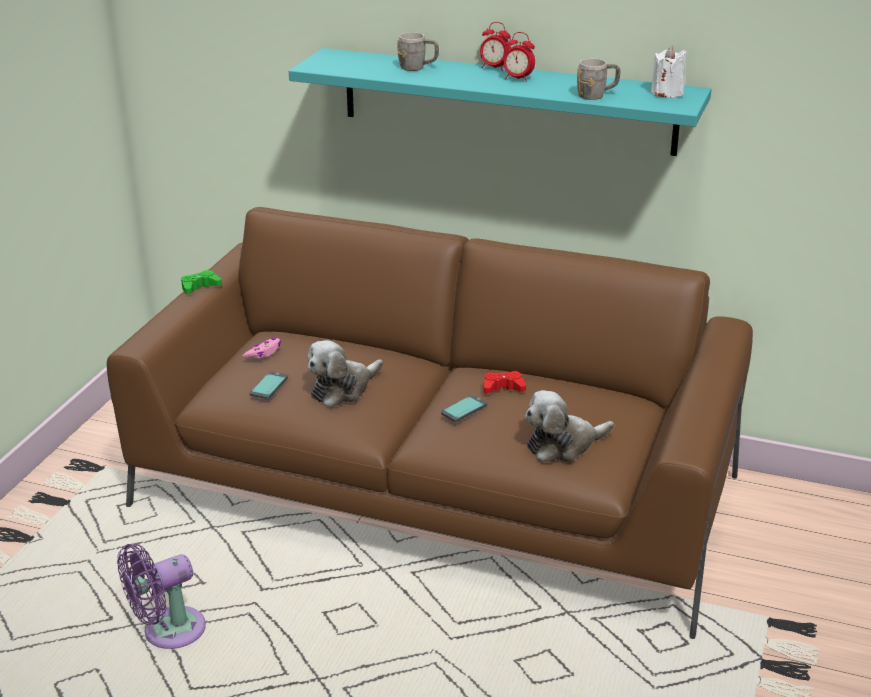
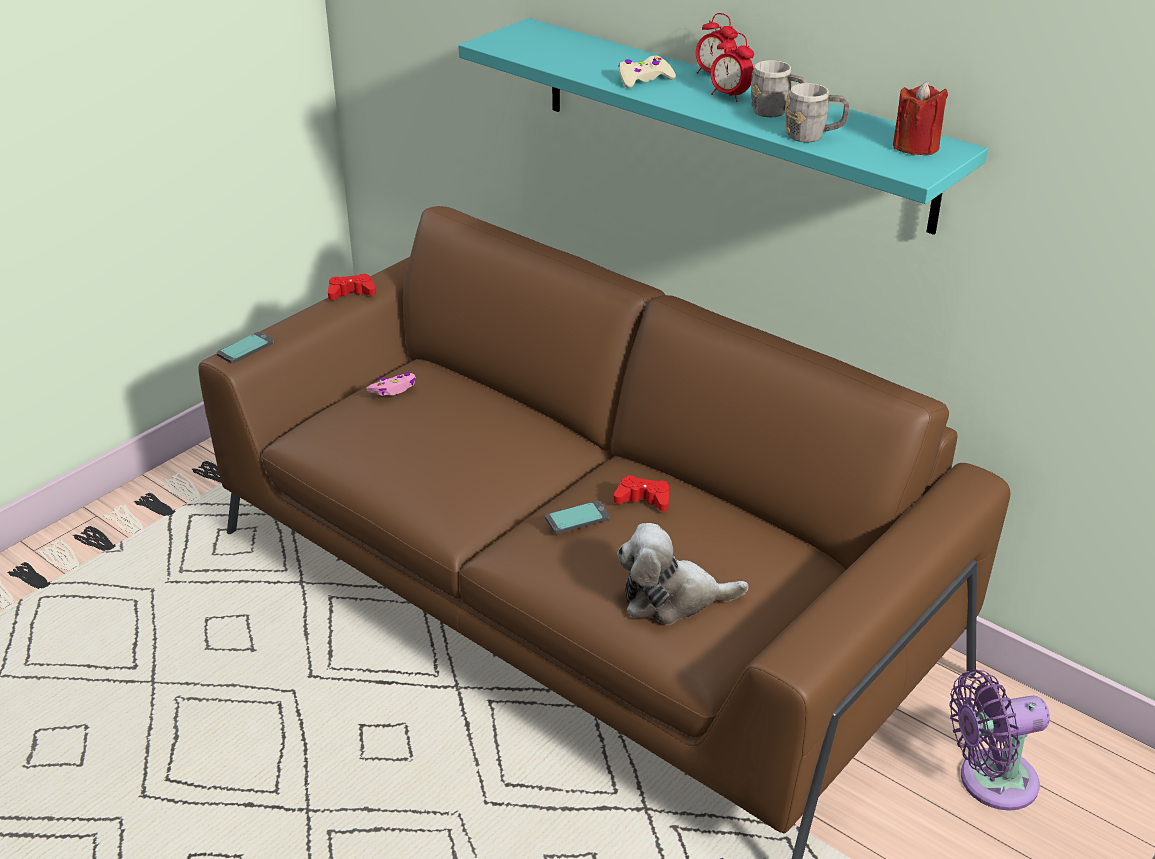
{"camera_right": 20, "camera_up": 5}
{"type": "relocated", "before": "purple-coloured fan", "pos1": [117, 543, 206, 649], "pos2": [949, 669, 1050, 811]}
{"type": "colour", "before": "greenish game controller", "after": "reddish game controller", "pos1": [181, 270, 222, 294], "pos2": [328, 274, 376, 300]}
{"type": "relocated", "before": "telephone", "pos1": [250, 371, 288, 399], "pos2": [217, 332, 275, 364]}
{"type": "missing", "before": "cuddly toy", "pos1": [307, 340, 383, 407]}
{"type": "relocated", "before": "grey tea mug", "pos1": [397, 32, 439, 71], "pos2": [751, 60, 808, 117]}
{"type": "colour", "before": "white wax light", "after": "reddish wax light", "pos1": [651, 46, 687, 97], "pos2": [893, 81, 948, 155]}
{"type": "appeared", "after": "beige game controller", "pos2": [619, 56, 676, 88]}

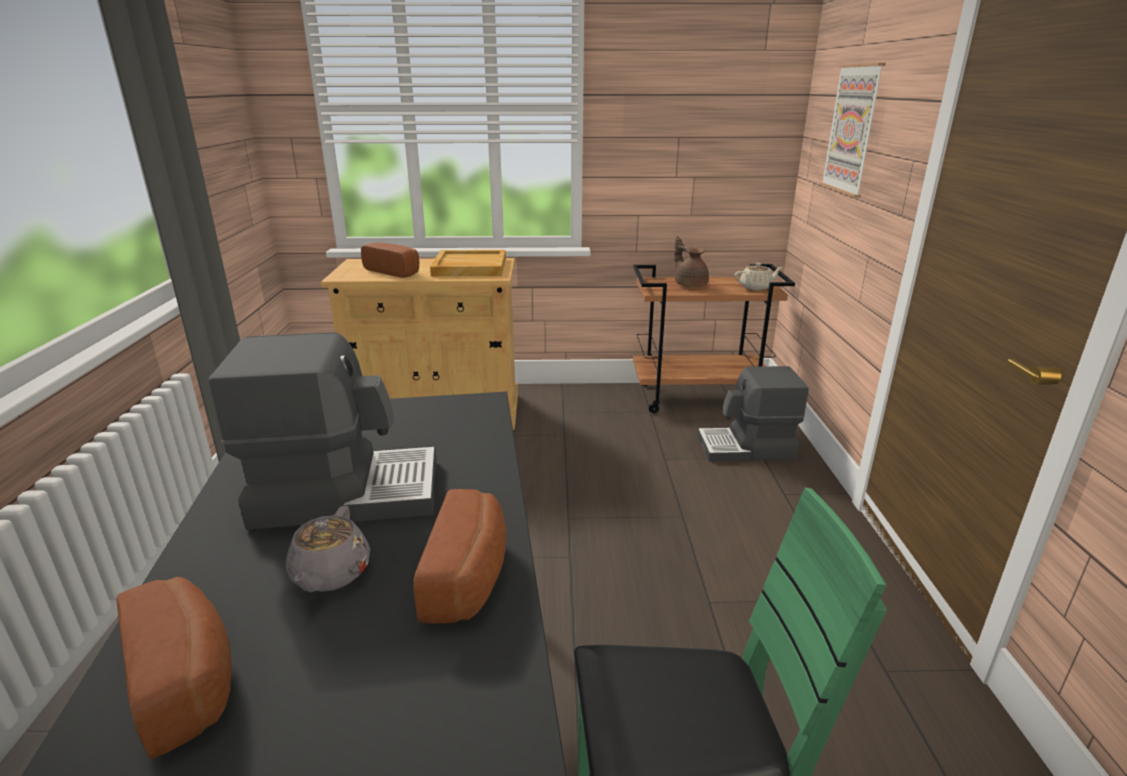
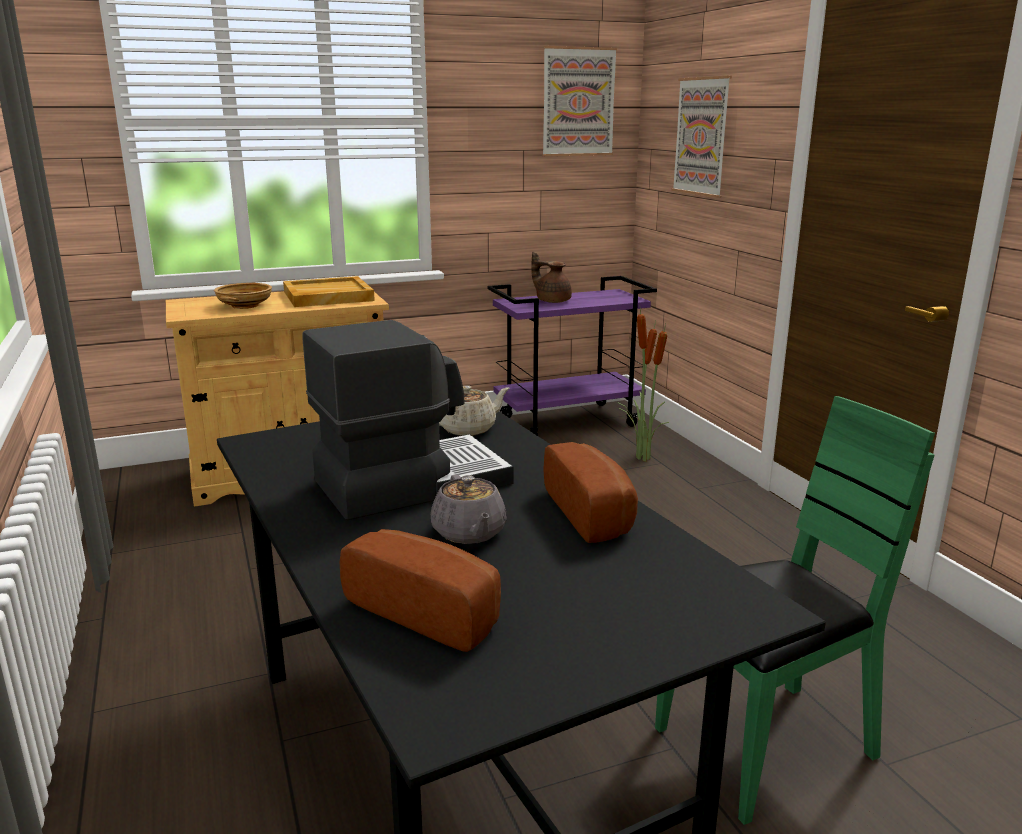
{"camera_right": -20, "camera_up": -5}
{"type": "exchanged", "before": "bakery bread", "after": "beige deep dish", "pos1": [361, 243, 419, 278], "pos2": [214, 283, 272, 309]}
{"type": "colour", "before": "brownish trolley", "after": "purple-coloured trolley", "pos1": [633, 264, 795, 413], "pos2": [488, 276, 657, 436]}
{"type": "exchanged", "before": "coffee brewer", "after": "plant in a pot", "pos1": [697, 366, 809, 461], "pos2": [616, 309, 669, 462]}
{"type": "relocated", "before": "beige pot for tea", "pos1": [735, 263, 783, 290], "pos2": [439, 385, 509, 436]}
{"type": "appeared", "after": "picture", "pos2": [542, 46, 617, 156]}

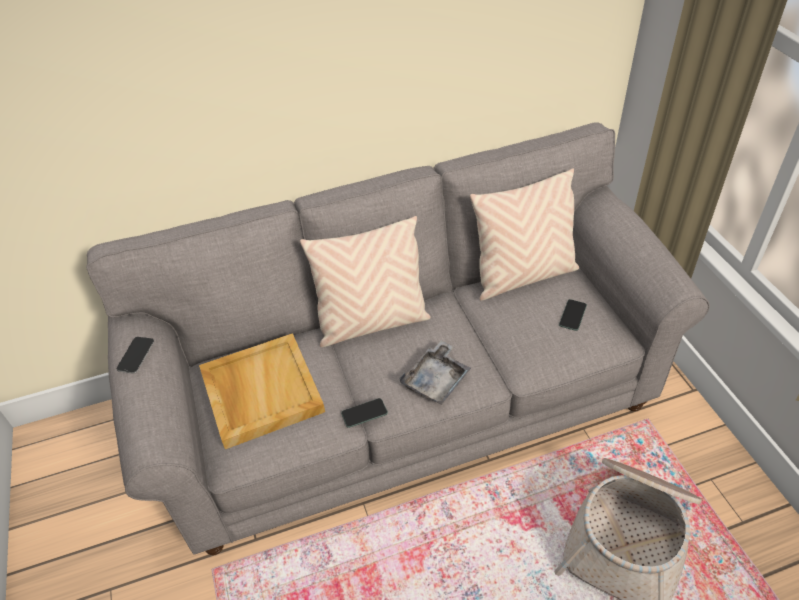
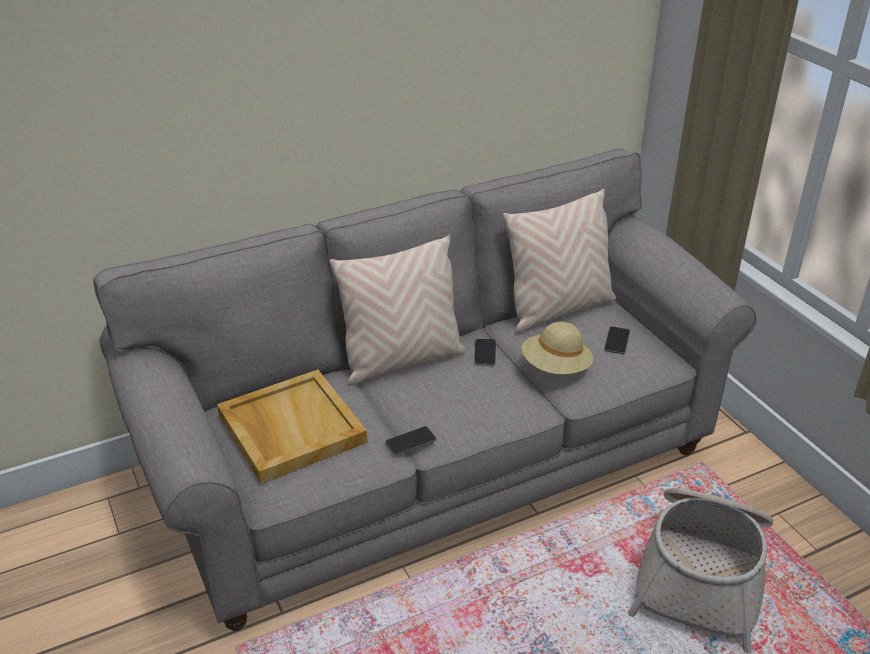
{"camera_right": -10, "camera_up": -10}
{"type": "relocated", "before": "telephone", "pos1": [117, 337, 154, 374], "pos2": [474, 339, 496, 366]}
{"type": "missing", "before": "grey carrying tray", "pos1": [399, 340, 471, 405]}
{"type": "appeared", "after": "beige hat", "pos2": [522, 322, 593, 374]}

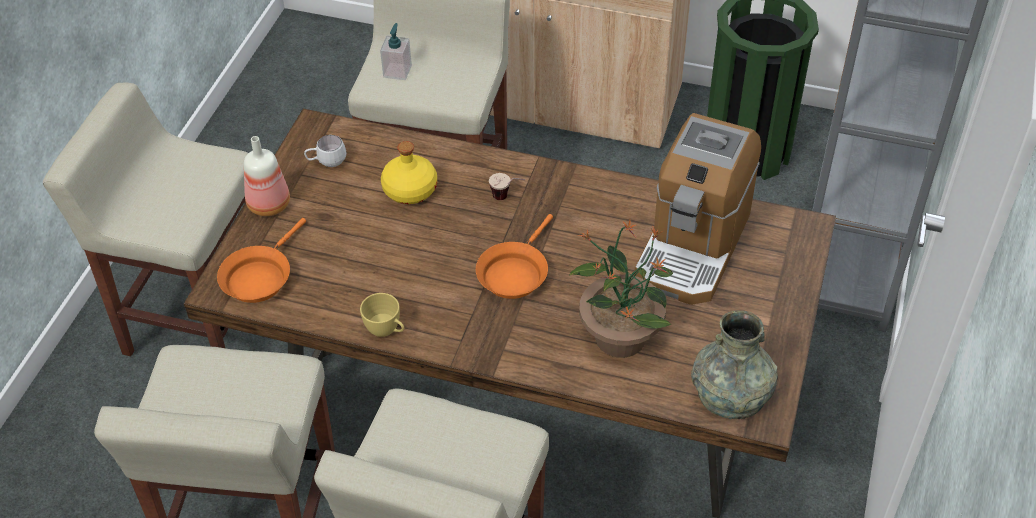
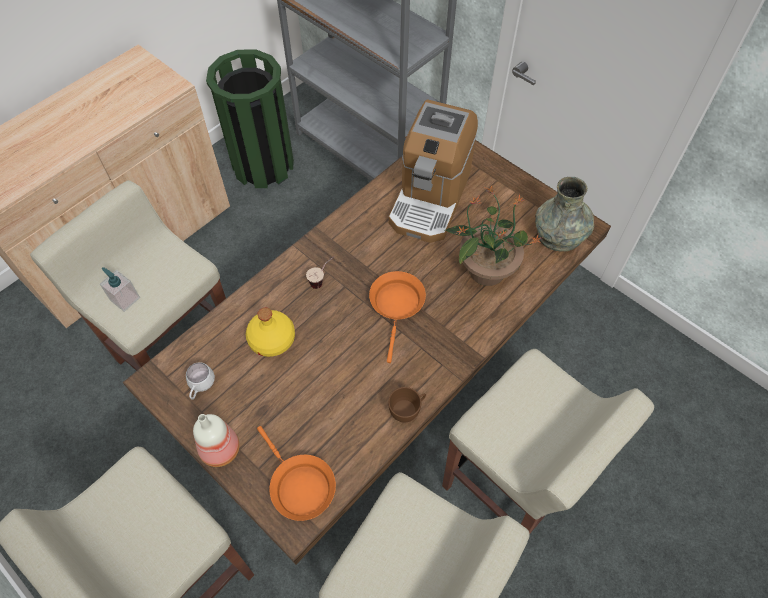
{"camera_right": -65, "camera_up": 10}
{"type": "colour", "before": "yellow drinking cup", "after": "brownish drinking cup", "pos1": [360, 293, 404, 337], "pos2": [388, 387, 426, 423]}
{"type": "spun", "before": "orangey pan", "pos1": [476, 214, 553, 299], "pos2": [369, 271, 426, 363], "turn": -135}
{"type": "spun", "before": "coffee brewer", "pos1": [634, 113, 761, 305], "pos2": [389, 100, 478, 243], "turn": 60}

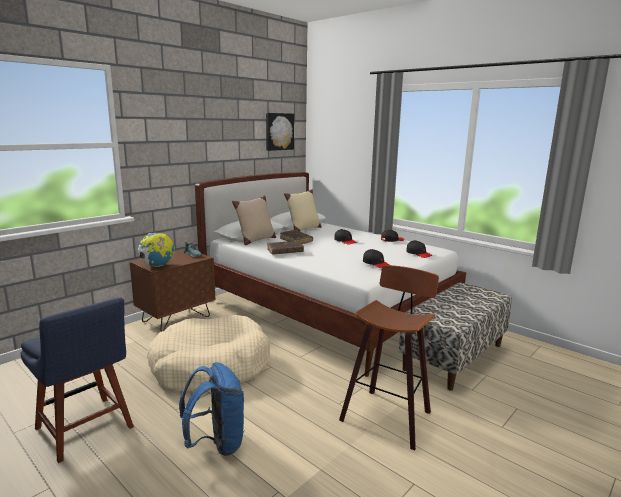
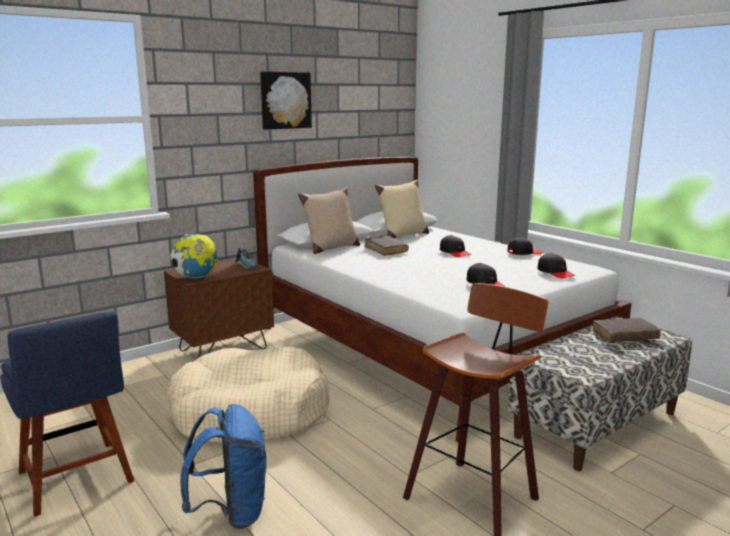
{"camera_right": 10, "camera_up": 0}
{"type": "relocated", "before": "picture", "pos1": [266, 113, 294, 151], "pos2": [260, 72, 312, 130]}
{"type": "relocated", "before": "brownish bound book", "pos1": [267, 241, 304, 255], "pos2": [593, 318, 661, 342]}

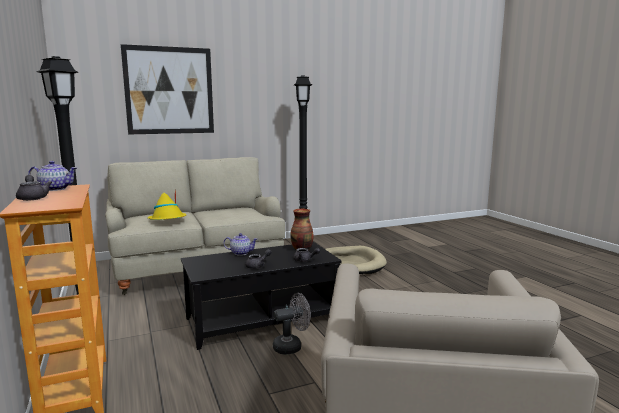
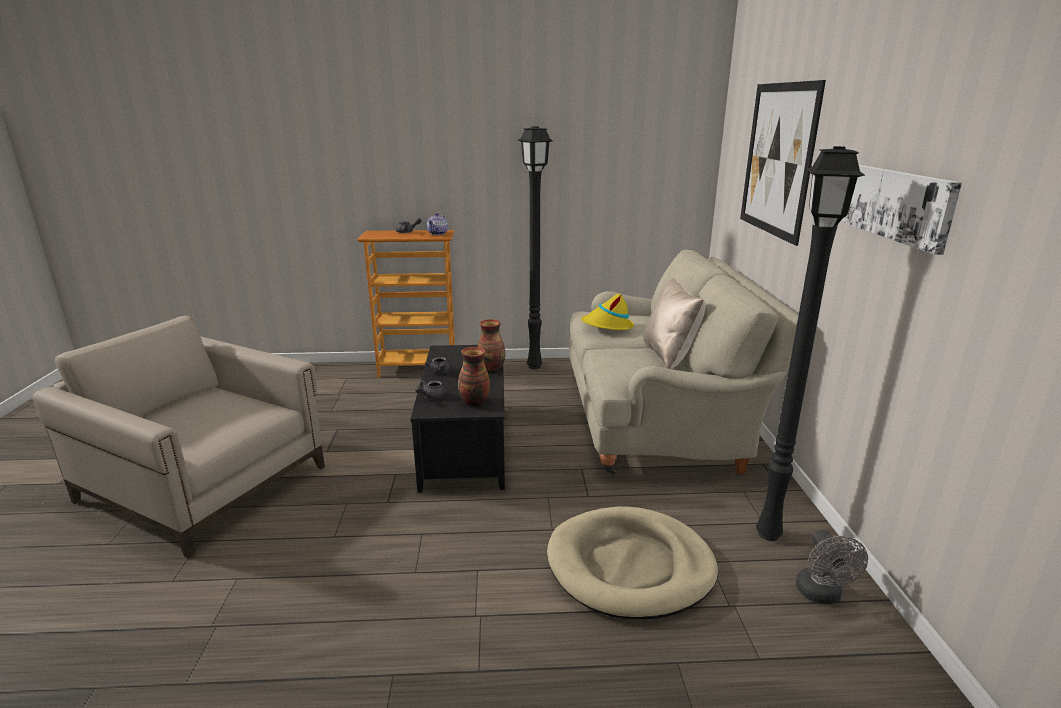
{"camera_right": 110, "camera_up": 10}
{"type": "exchanged", "before": "pot for tea", "after": "decorative vase", "pos1": [224, 233, 258, 256], "pos2": [478, 319, 505, 372]}
{"type": "relocated", "before": "grey fan", "pos1": [273, 293, 311, 355], "pos2": [796, 530, 868, 604]}
{"type": "appeared", "after": "beige pillow", "pos2": [643, 278, 705, 369]}
{"type": "appeared", "after": "picture", "pos2": [840, 165, 962, 255]}

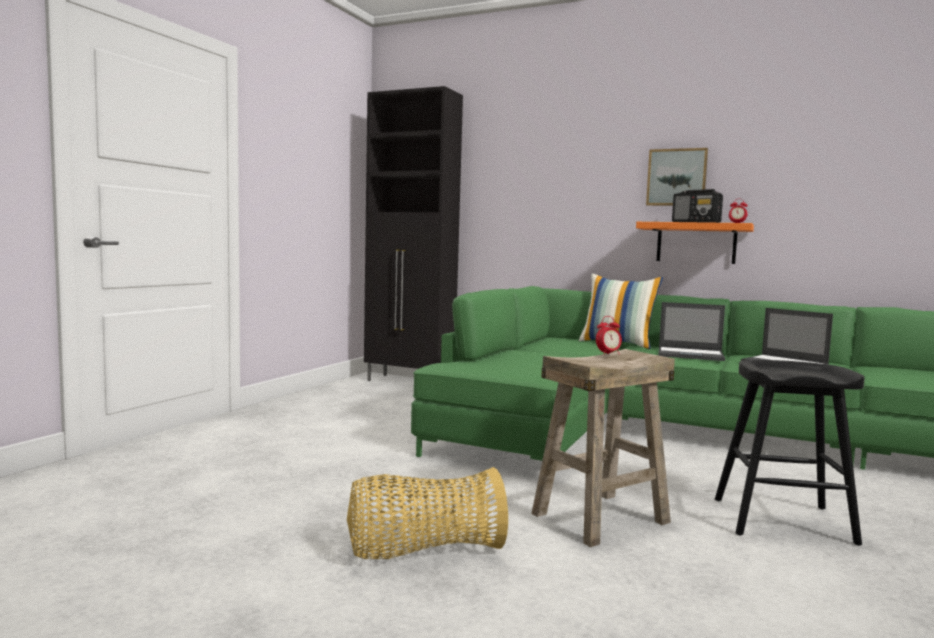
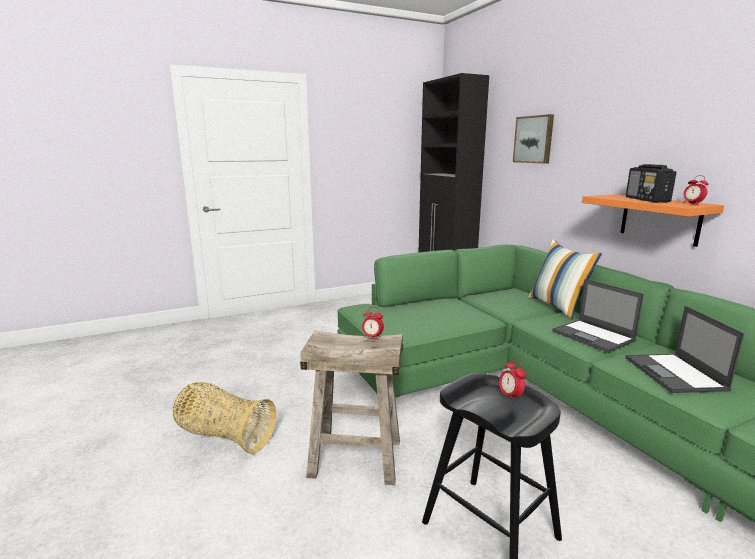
{"camera_right": 40, "camera_up": 10}
{"type": "relocated", "before": "picture", "pos1": [646, 148, 708, 206], "pos2": [513, 114, 554, 164]}
{"type": "appeared", "after": "alarm clock", "pos2": [499, 359, 526, 402]}

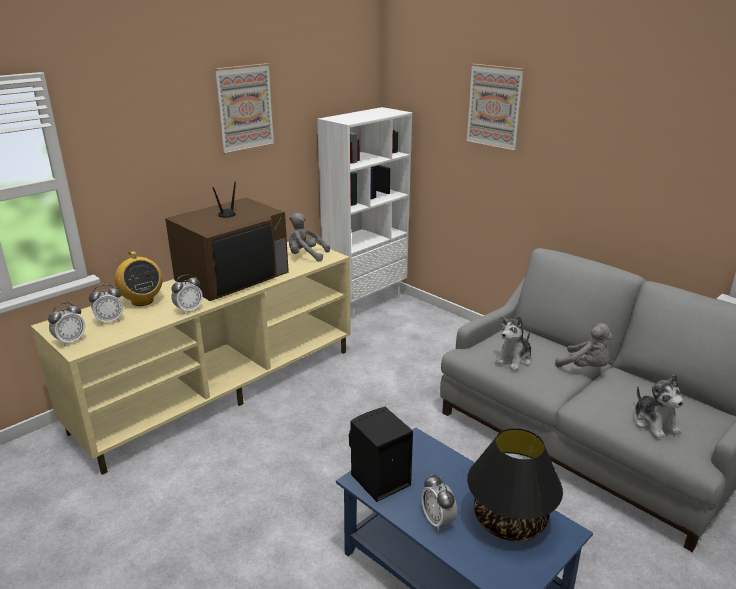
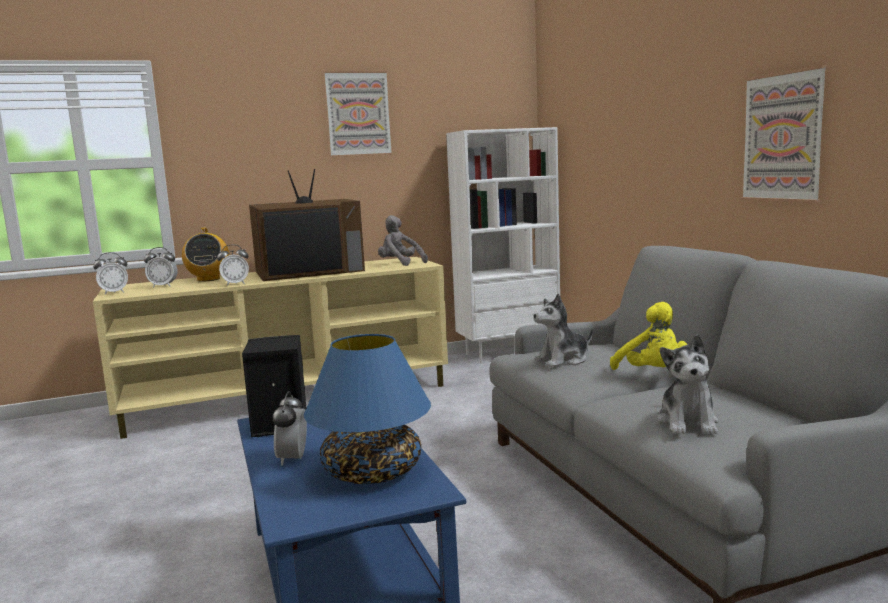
{"camera_right": 25, "camera_up": -15}
{"type": "relocated", "before": "picture", "pos1": [466, 64, 524, 152], "pos2": [741, 65, 828, 203]}
{"type": "colour", "before": "black-coloured tabletop lamp", "after": "bluish tabletop lamp", "pos1": [467, 428, 563, 541], "pos2": [304, 334, 431, 484]}
{"type": "colour", "before": "grey cuddly toy", "after": "yellow cuddly toy", "pos1": [555, 323, 612, 367], "pos2": [610, 302, 687, 370]}

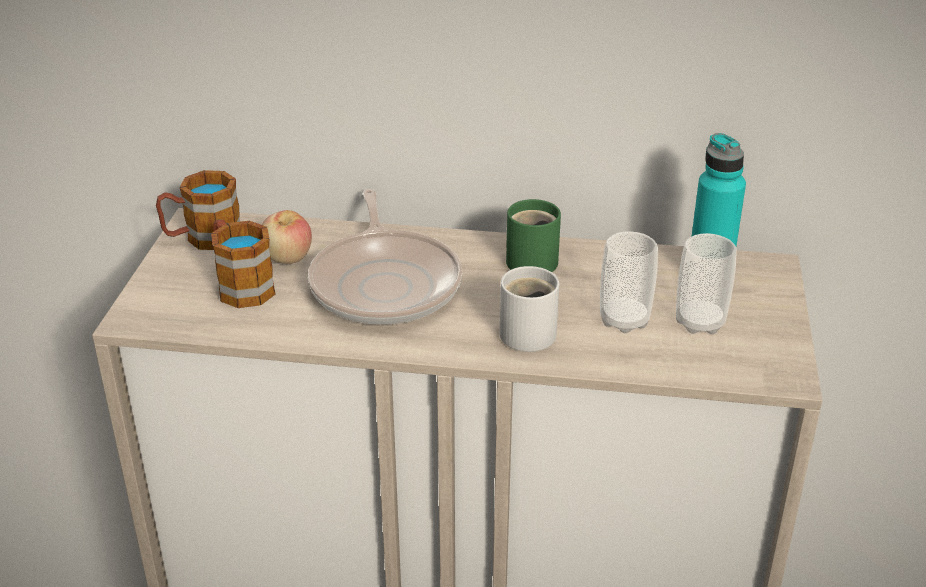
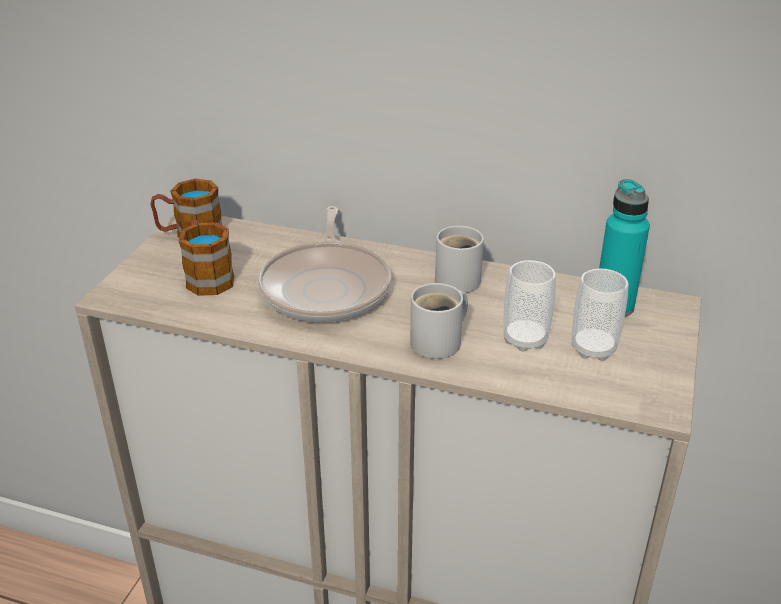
{"camera_right": 10, "camera_up": 0}
{"type": "missing", "before": "apple", "pos1": [262, 210, 312, 264]}
{"type": "colour", "before": "greenish tea mug", "after": "white tea mug", "pos1": [506, 199, 561, 272], "pos2": [435, 226, 484, 293]}

